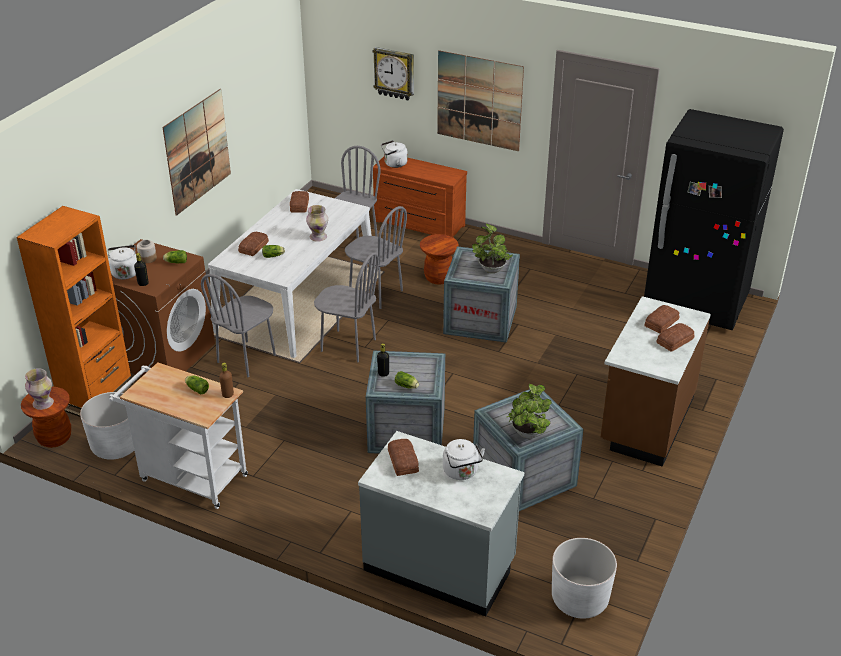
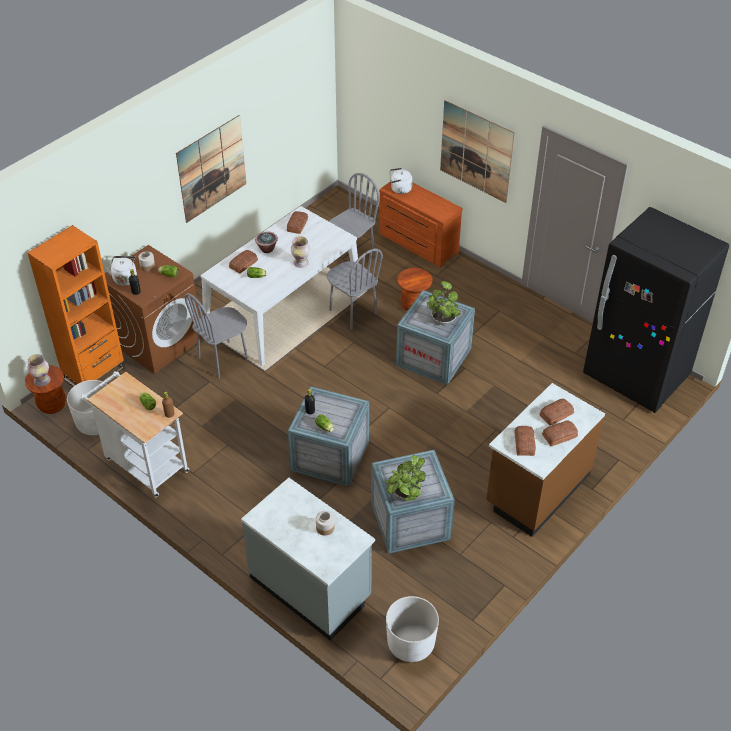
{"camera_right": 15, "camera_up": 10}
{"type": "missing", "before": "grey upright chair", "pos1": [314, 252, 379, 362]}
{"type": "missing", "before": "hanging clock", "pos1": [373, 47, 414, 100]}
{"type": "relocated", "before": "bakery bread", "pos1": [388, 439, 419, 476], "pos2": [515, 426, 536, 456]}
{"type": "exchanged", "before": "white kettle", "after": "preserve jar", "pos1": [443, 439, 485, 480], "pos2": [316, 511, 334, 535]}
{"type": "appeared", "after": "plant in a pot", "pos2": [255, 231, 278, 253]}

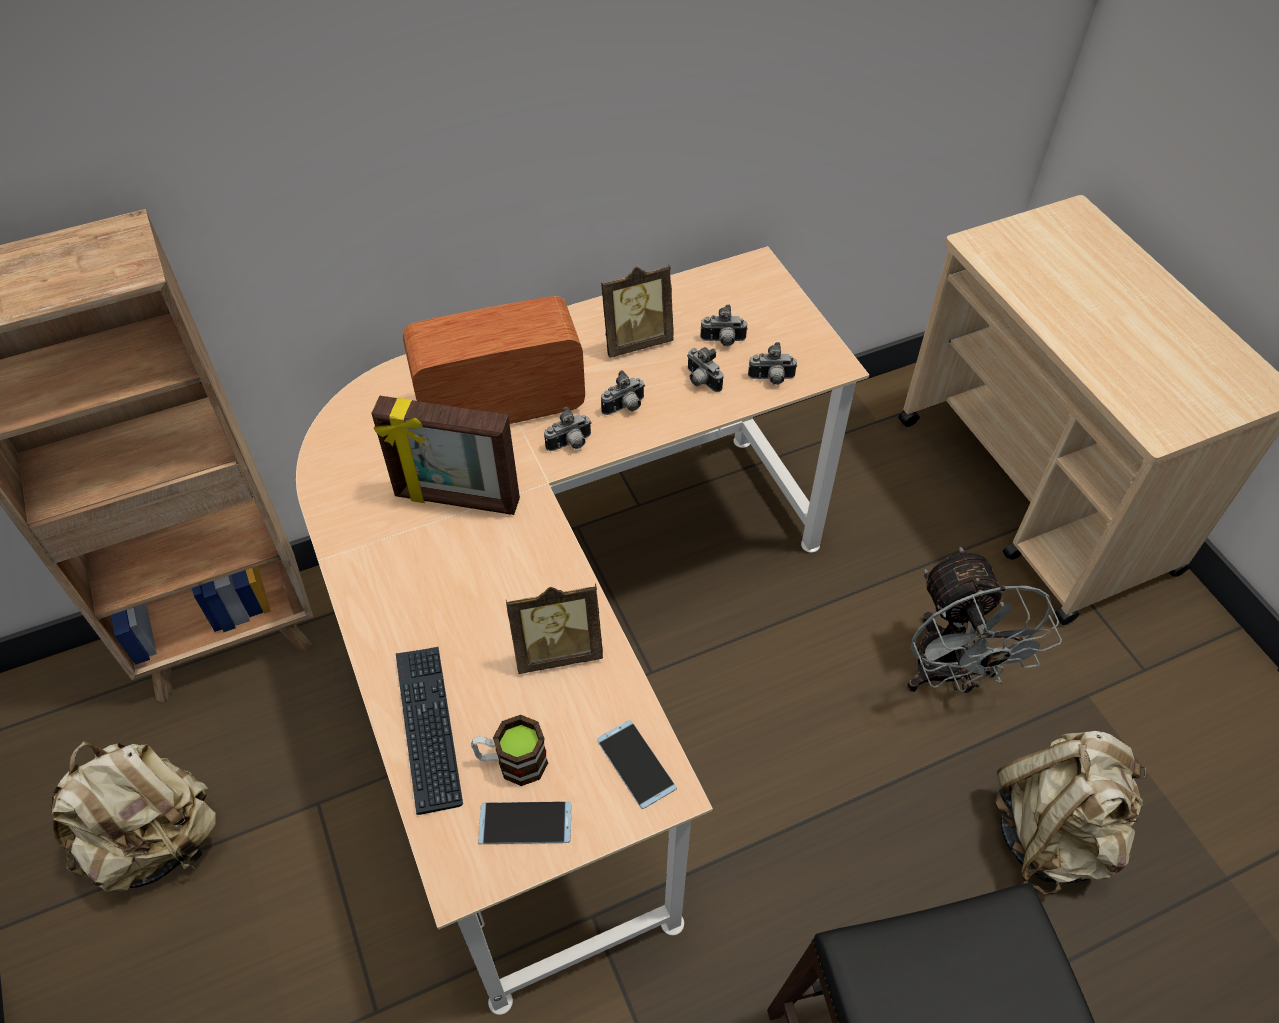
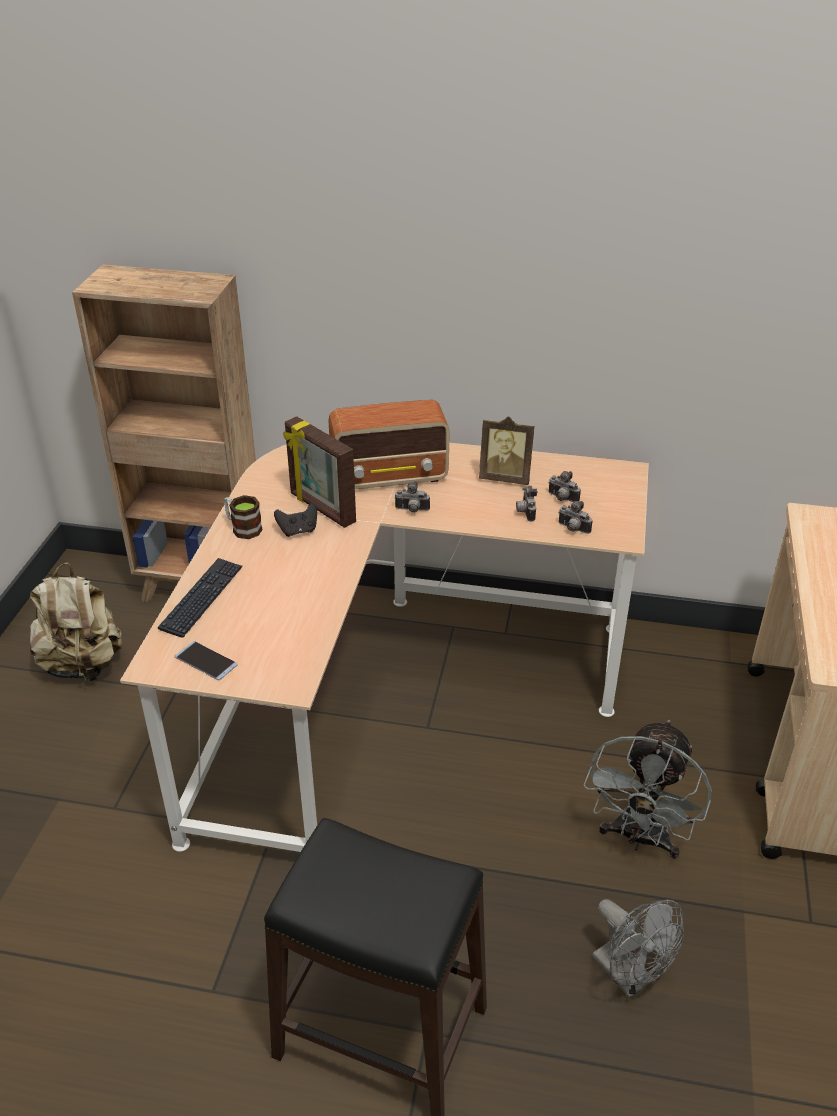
{"camera_right": 35, "camera_up": -15}
{"type": "spun", "before": "radio receiver", "pos1": [403, 296, 585, 424], "pos2": [328, 400, 450, 489], "turn": 150}
{"type": "relocated", "before": "tea mug", "pos1": [471, 715, 548, 786], "pos2": [224, 495, 262, 539]}
{"type": "missing", "before": "standing frame", "pos1": [506, 583, 603, 674]}
{"type": "missing", "before": "telephone", "pos1": [597, 720, 677, 809]}
{"type": "missing", "before": "still camera", "pos1": [601, 370, 645, 415]}
{"type": "exchanged", "before": "beige backpack", "after": "grey fan", "pos1": [995, 731, 1146, 894], "pos2": [592, 899, 684, 998]}
{"type": "appeared", "after": "black-coloured game controller", "pos2": [274, 503, 317, 537]}

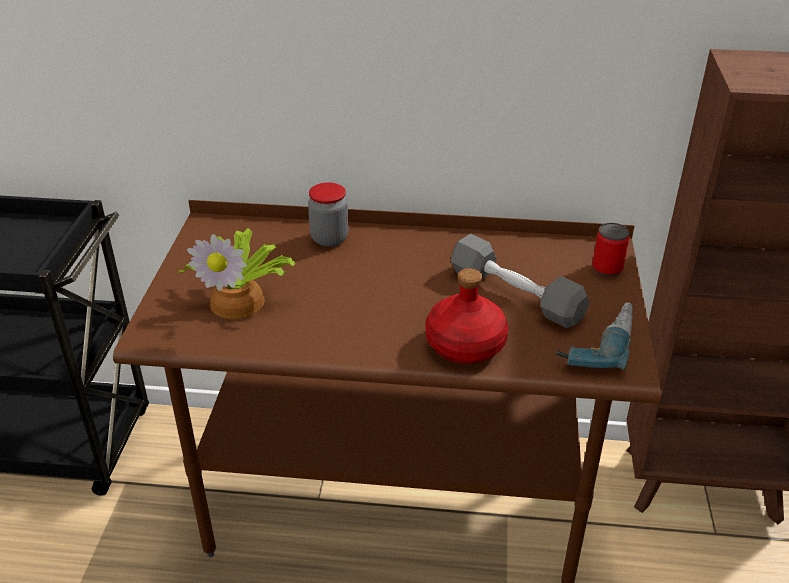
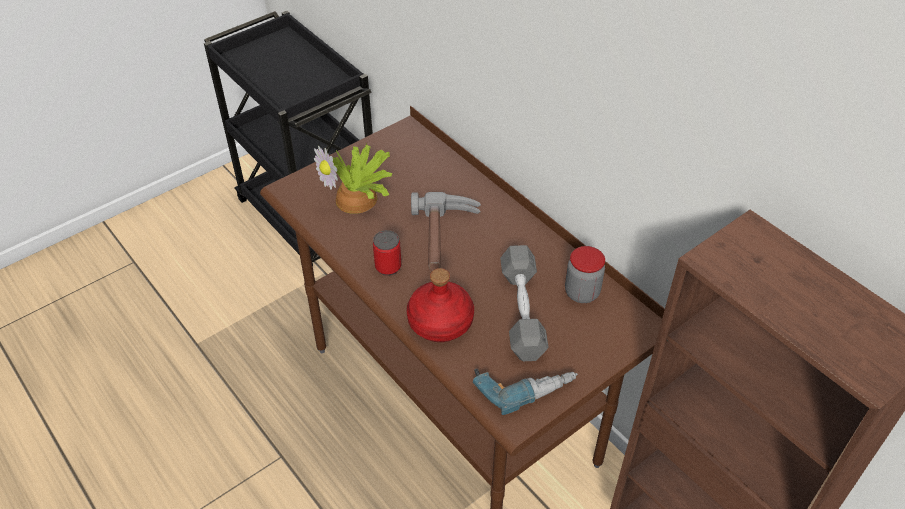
{"camera_right": 45, "camera_up": 10}
{"type": "relocated", "before": "preserve jar", "pos1": [308, 183, 349, 247], "pos2": [565, 246, 605, 303]}
{"type": "relocated", "before": "sealed can", "pos1": [592, 223, 629, 277], "pos2": [373, 230, 401, 276]}
{"type": "appeared", "after": "hand hammer", "pos2": [411, 192, 481, 271]}

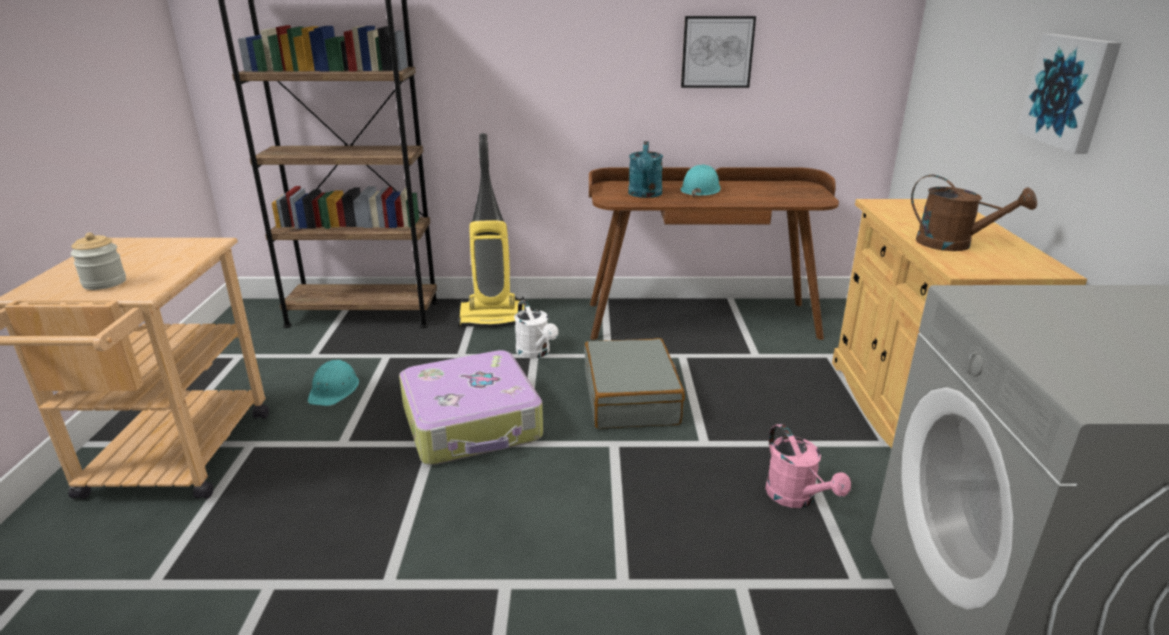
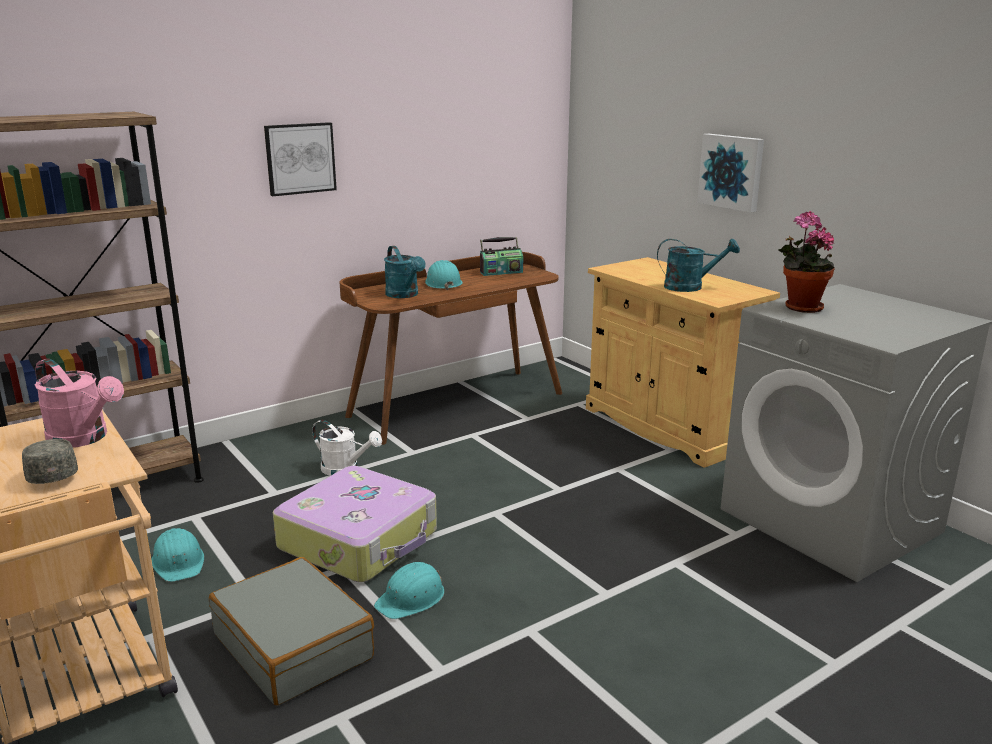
{"camera_right": -35, "camera_up": -5}
{"type": "exchanged", "before": "preserve jar", "after": "grey cap", "pos1": [71, 232, 126, 290], "pos2": [22, 439, 78, 484]}
{"type": "missing", "before": "hoover", "pos1": [458, 133, 524, 328]}
{"type": "relocated", "before": "grey travel case", "pos1": [584, 338, 685, 429], "pos2": [209, 557, 374, 705]}
{"type": "relocated", "before": "picture", "pos1": [681, 16, 756, 88], "pos2": [264, 122, 337, 196]}
{"type": "relocated", "before": "pink-coloured sprinkling can", "pos1": [765, 424, 851, 508], "pos2": [35, 359, 124, 448]}
{"type": "colour", "before": "brownish sprinkling can", "after": "turquoise-coloured sprinkling can", "pos1": [911, 175, 1037, 251], "pos2": [657, 238, 740, 292]}
{"type": "appeared", "after": "turquoise-coloured work helmet", "pos2": [374, 562, 444, 619]}
{"type": "appeared", "after": "radio receiver", "pos2": [480, 237, 523, 276]}
{"type": "appeared", "after": "plant in a pot", "pos2": [778, 211, 835, 313]}

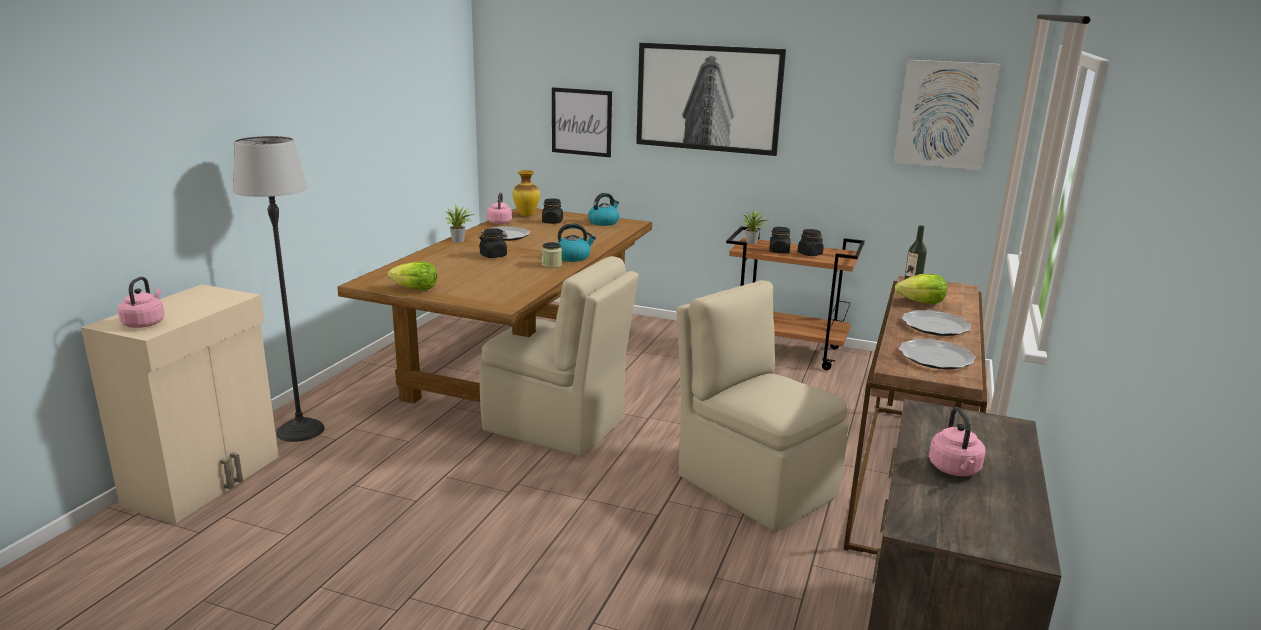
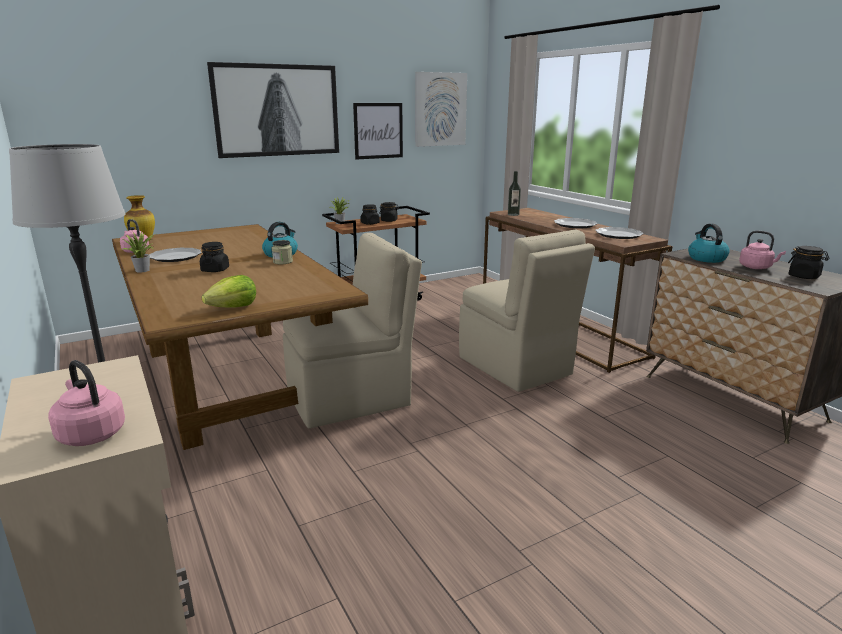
{"camera_right": -50, "camera_up": 0}
{"type": "relocated", "before": "black-coloured preserve jar", "pos1": [542, 198, 563, 224], "pos2": [788, 246, 829, 279]}
{"type": "relocated", "before": "picture", "pos1": [552, 87, 612, 157], "pos2": [353, 103, 403, 160]}
{"type": "relocated", "before": "kettle", "pos1": [588, 193, 620, 226], "pos2": [688, 224, 730, 263]}
{"type": "spun", "before": "beige upright chair", "pos1": [677, 280, 848, 532], "pos2": [459, 230, 595, 392], "turn": -120}
{"type": "missing", "before": "lettuce", "pos1": [895, 274, 947, 304]}

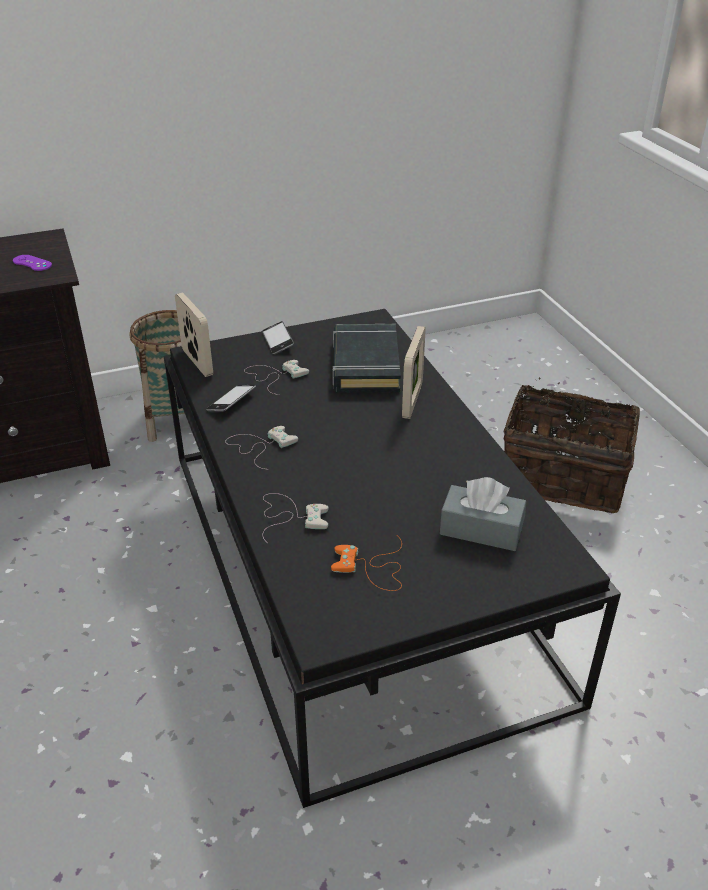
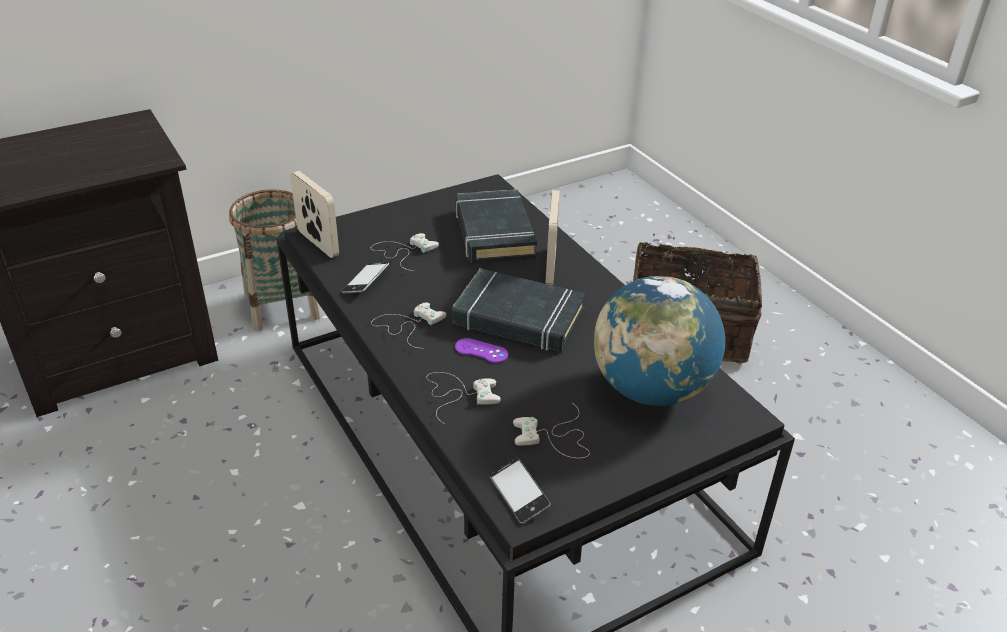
{"camera_right": -10, "camera_up": 0}
{"type": "relocated", "before": "purple-coloured game controller", "pos1": [13, 255, 52, 271], "pos2": [455, 338, 508, 363]}
{"type": "relocated", "before": "telephone", "pos1": [262, 321, 294, 354], "pos2": [490, 458, 551, 524]}
{"type": "colour", "before": "orangey game controller", "after": "white game controller", "pos1": [331, 535, 402, 591], "pos2": [513, 402, 590, 458]}
{"type": "exchanged", "before": "grey tissue box", "after": "globe", "pos1": [440, 477, 526, 551], "pos2": [594, 276, 725, 406]}
{"type": "appeared", "after": "black-coloured bound book", "pos2": [453, 268, 586, 352]}

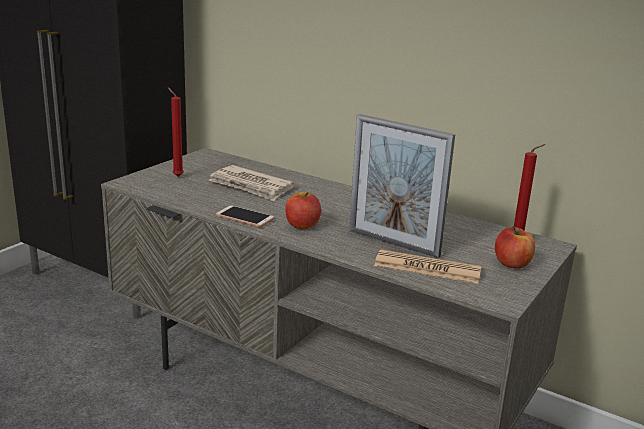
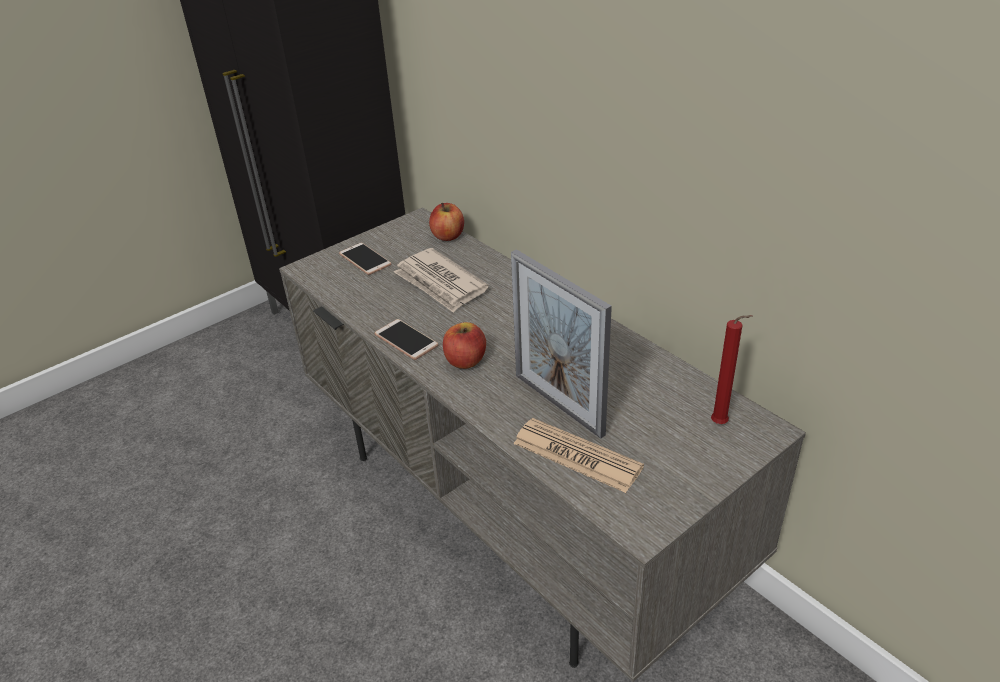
{"camera_right": 20, "camera_up": 15}
{"type": "exchanged", "before": "reddish wax light", "after": "telephone", "pos1": [168, 87, 184, 177], "pos2": [339, 243, 391, 275]}
{"type": "relocated", "before": "apple", "pos1": [495, 226, 535, 269], "pos2": [429, 203, 464, 241]}

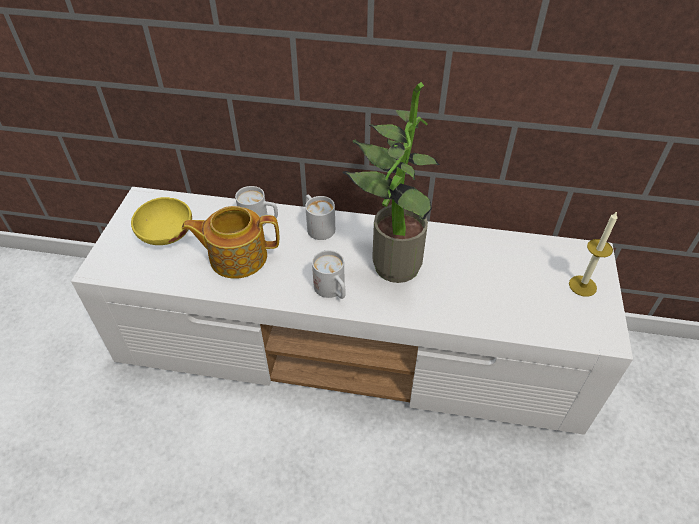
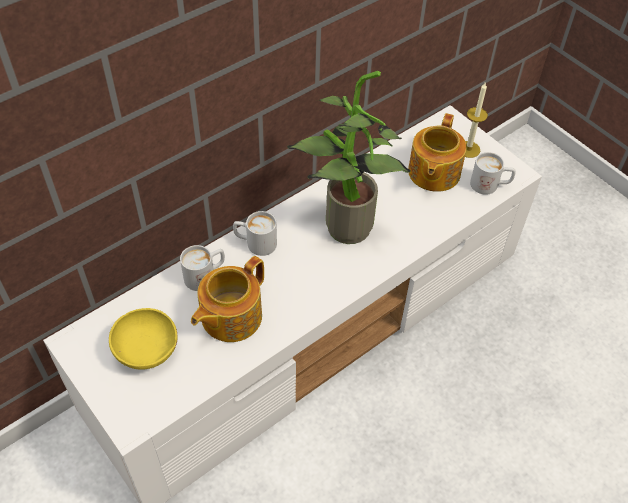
{"camera_right": -50, "camera_up": 5}
{"type": "relocated", "before": "white tea mug", "pos1": [312, 250, 346, 299], "pos2": [470, 152, 516, 195]}
{"type": "appeared", "after": "pot for tea", "pos2": [408, 113, 467, 192]}

